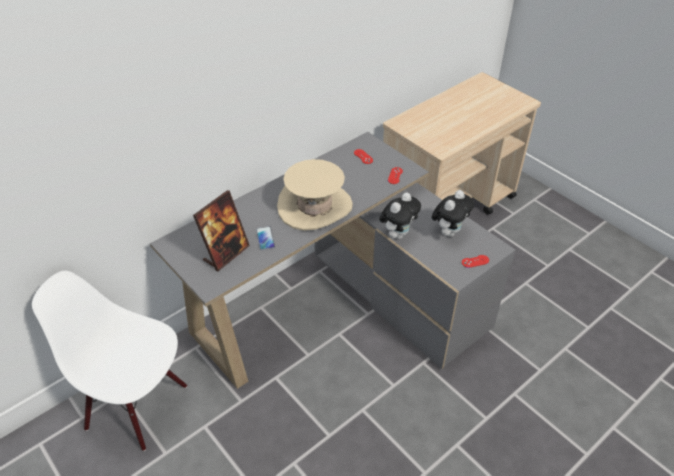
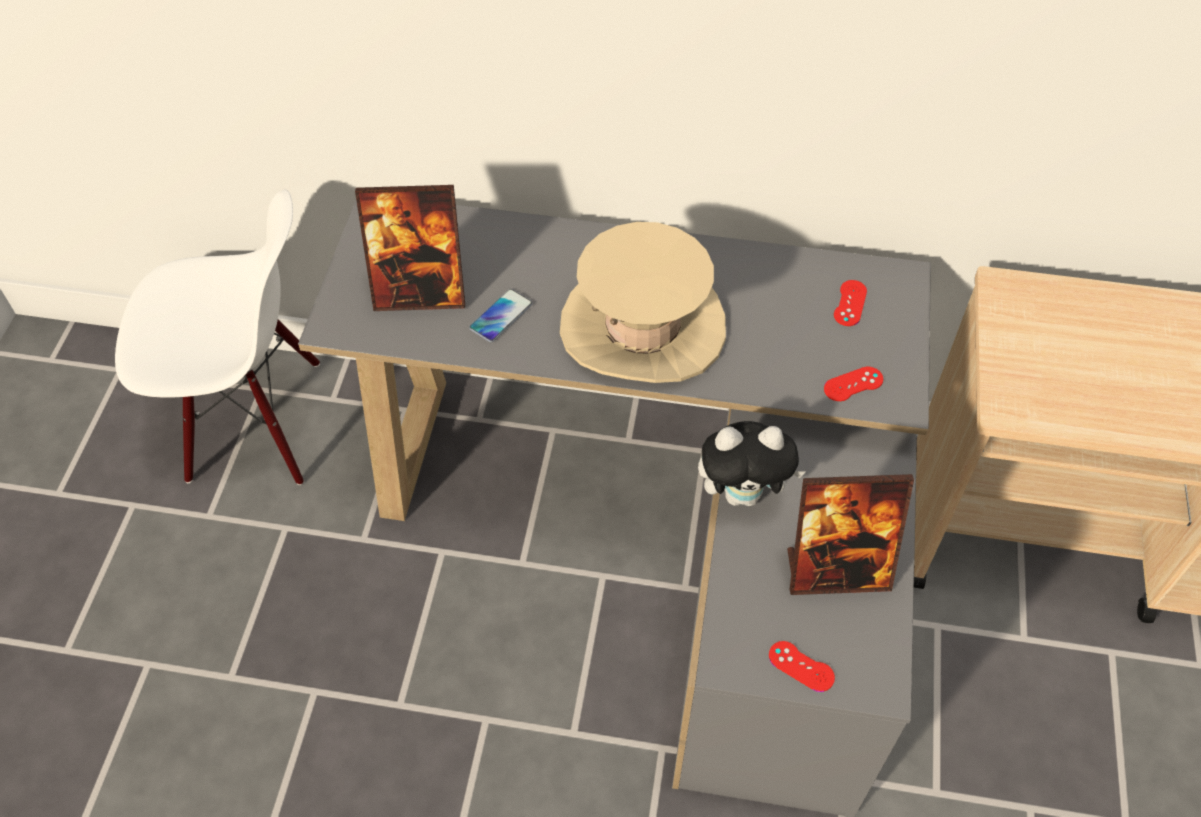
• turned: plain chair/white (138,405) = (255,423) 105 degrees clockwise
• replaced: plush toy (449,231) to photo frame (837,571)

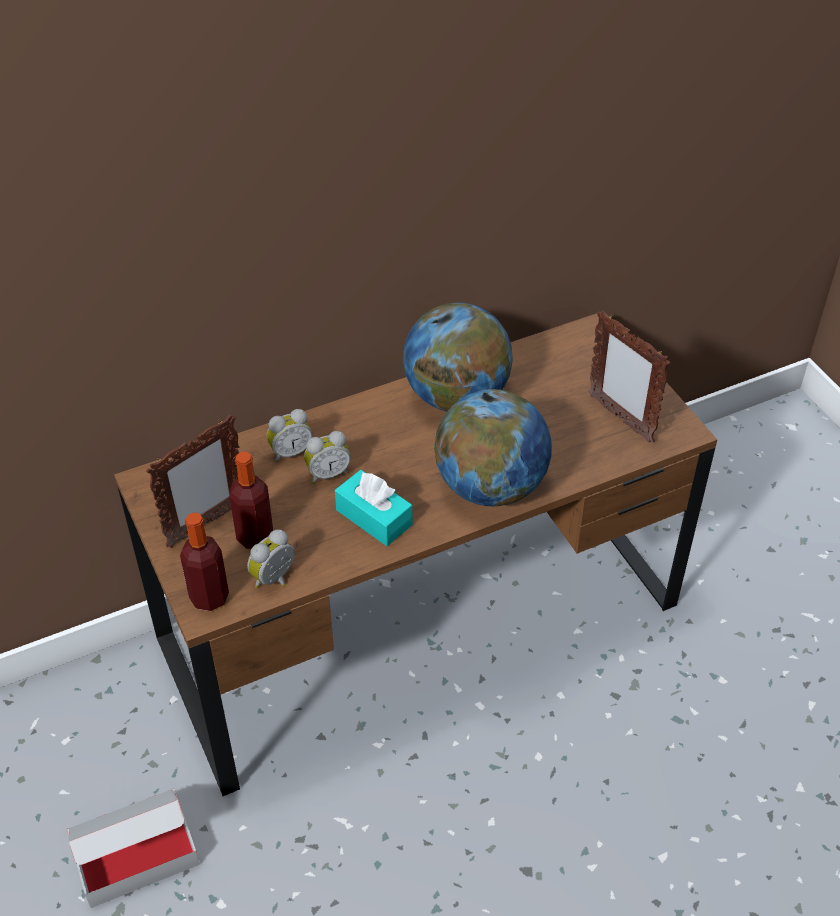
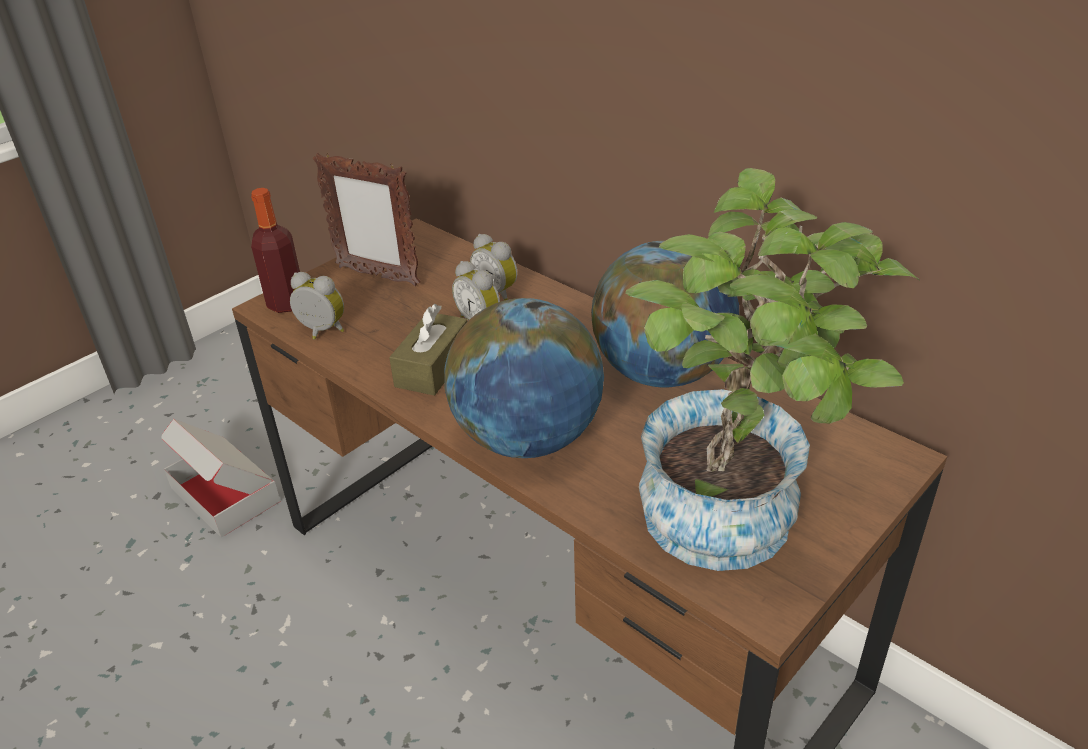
• recoloured: tissue box/turquoise-coloured (374,517) to tissue box/brownish (433,367)
• replaced: photo frame (620,418) to potted plant (737,527)
• removed: bottle (255,536)

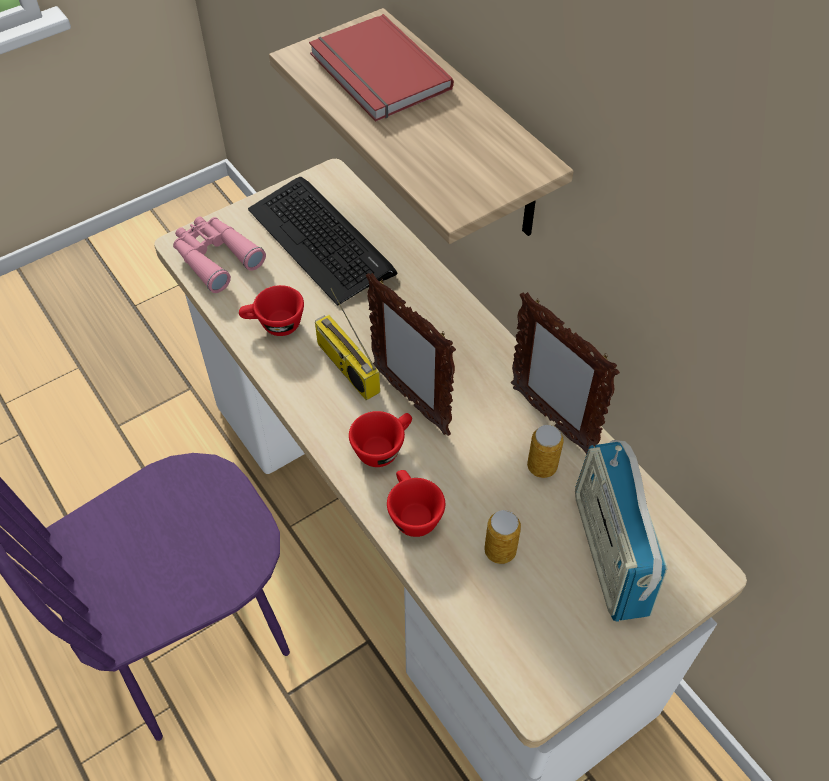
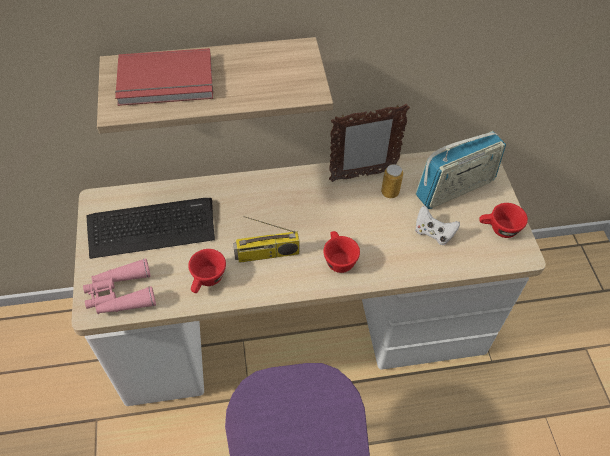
• replaced: sealed can (500,551) to gamepad/white (433,233)
• turned: radio receiver (609,553) = (455,189) 45 degrees counterclockwise
• moved: drinking cup/red (412,513) to (498,229)
• removed: photo frame (410,400)

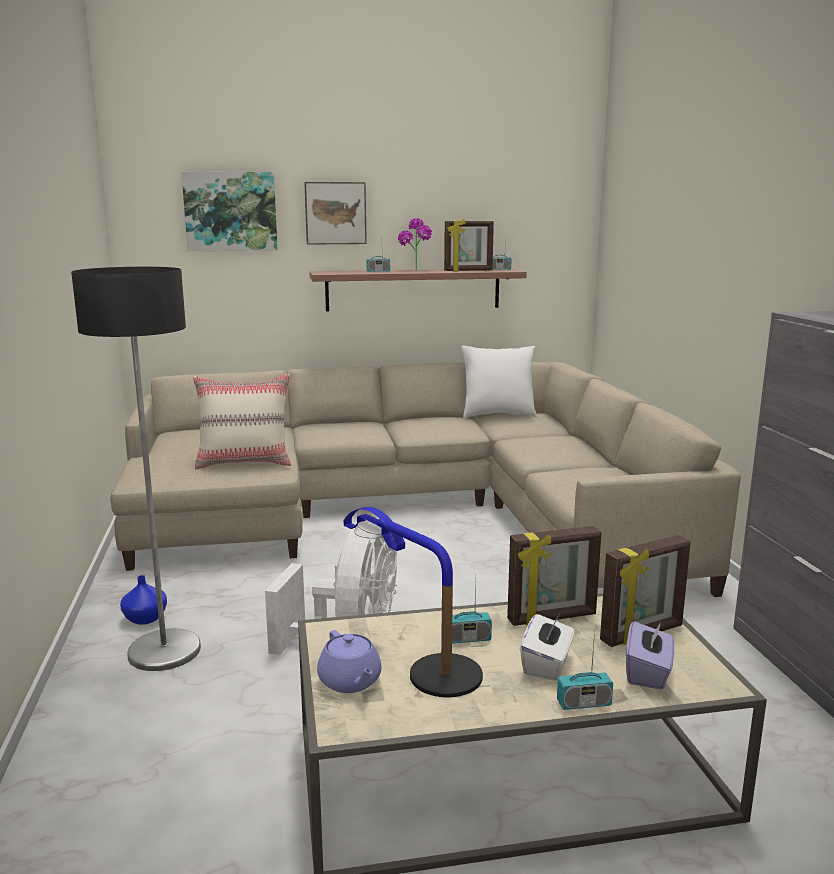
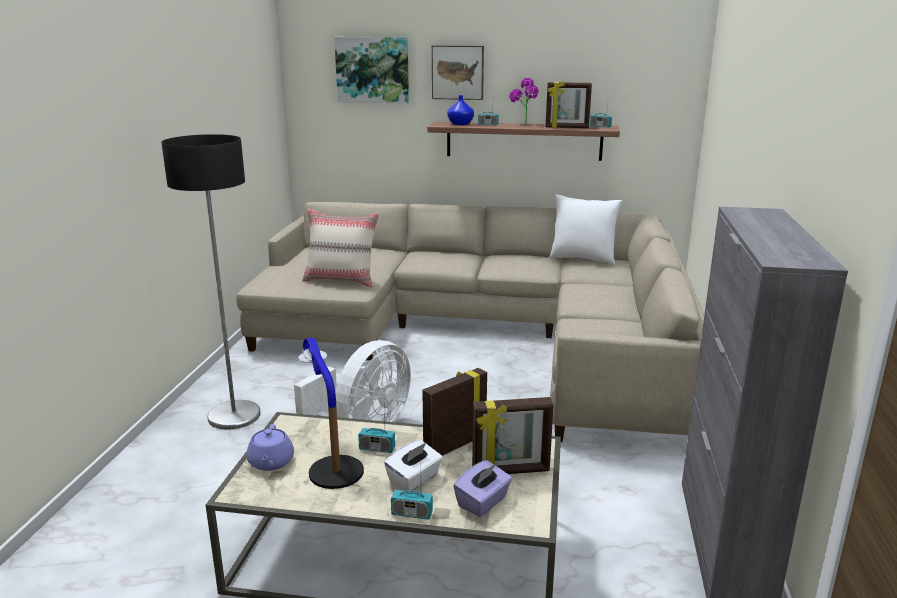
• turned: photo frame (552,618) = (454,445) 135 degrees clockwise
• moved: flower vase/bluish (145,618) to (460,124)

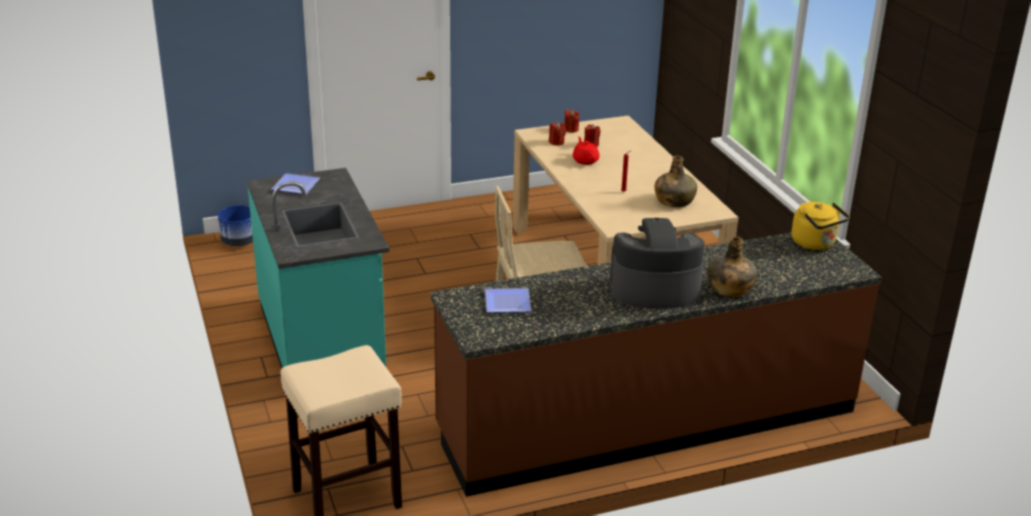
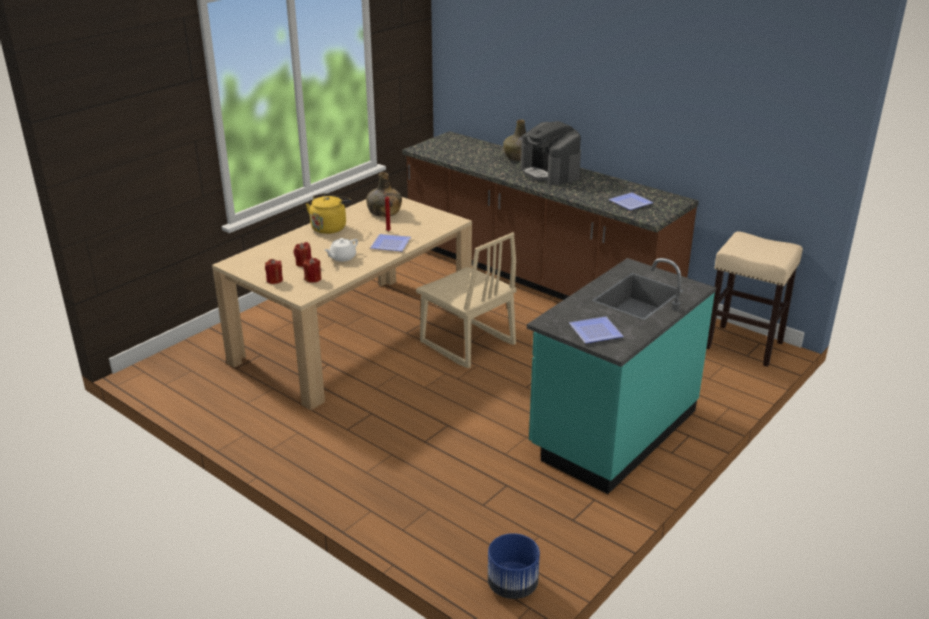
• moved: water kettle/yellow-coloured (815,244) to (330,227)
• recoloured: tea pot/red (585,160) to tea pot/white (342,258)
• added: plate (389,245)

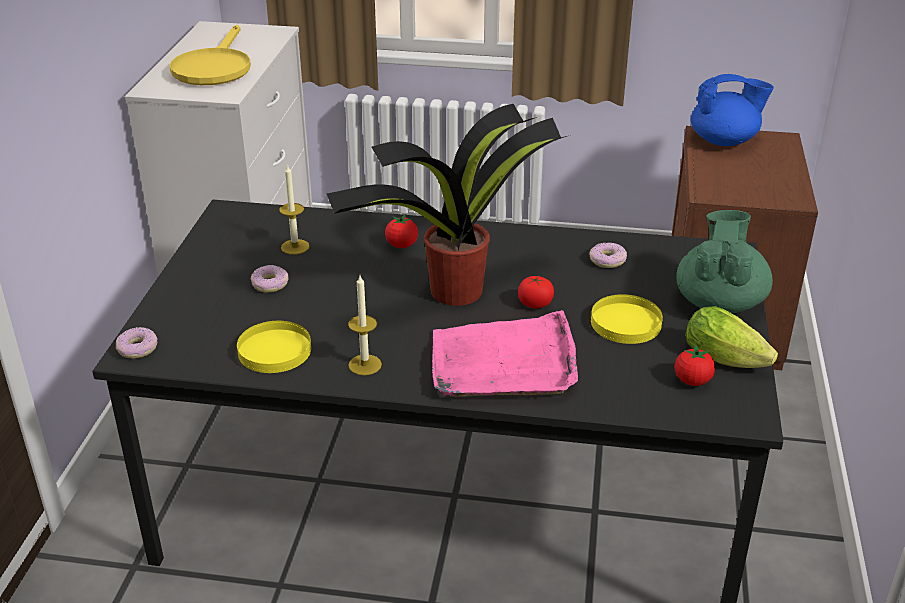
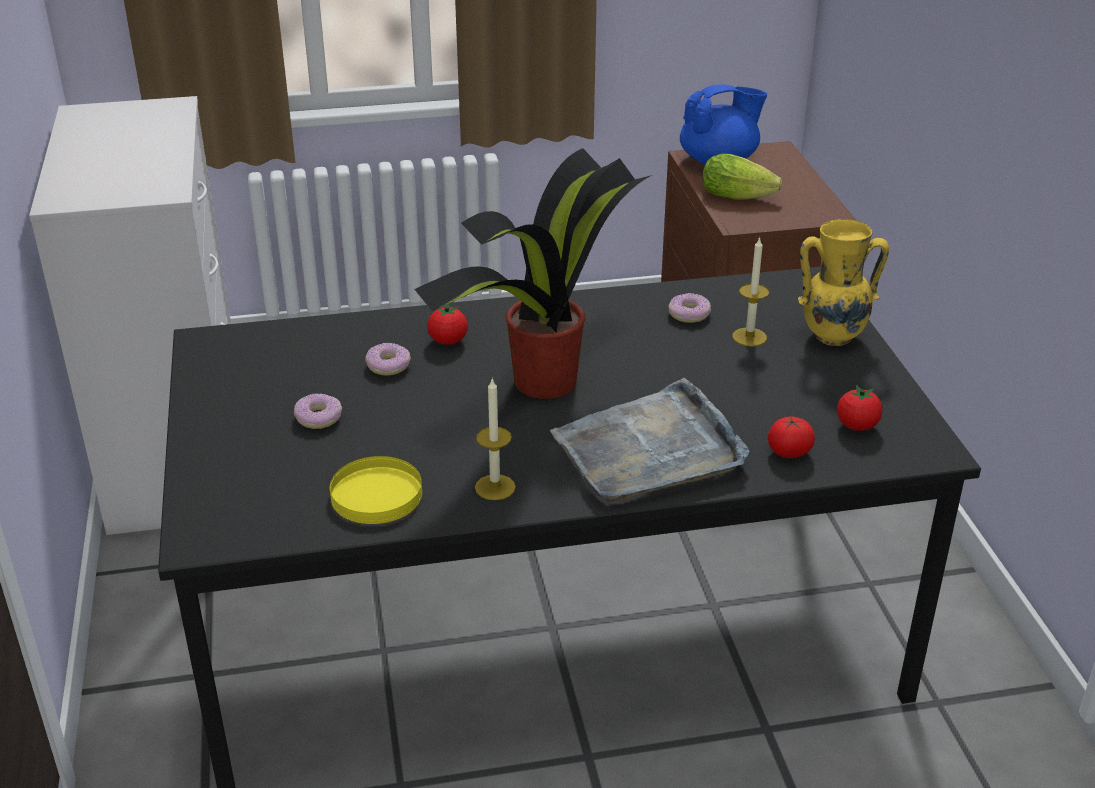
• moved: donut (138,348) to (388,365)
• recoloured: carrying tray/pink-coloured (504,362) to carrying tray/greyish (649,450)
• moved: lettuce head (729,359) to (740,196)
• moved: wax light (295,247) to (749,337)
• moved: whole tomato (535,304) to (789,452)
• replaced: tea pot/greenish (719,302) to flower vase/yellow-coloured (831,336)
• removed: skillet/yellow-coloured (214,67)
• removed: plate/yellow-coloured (626,322)

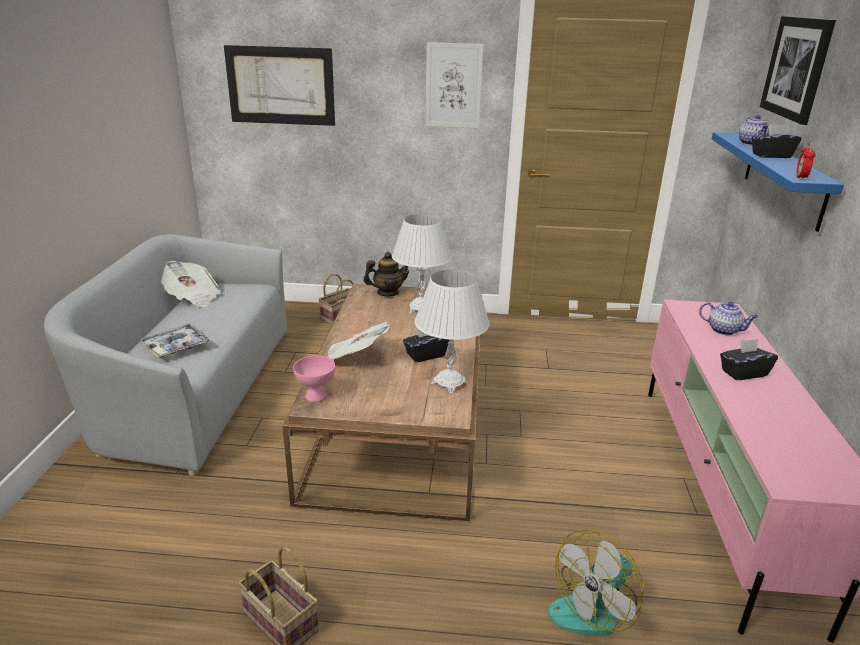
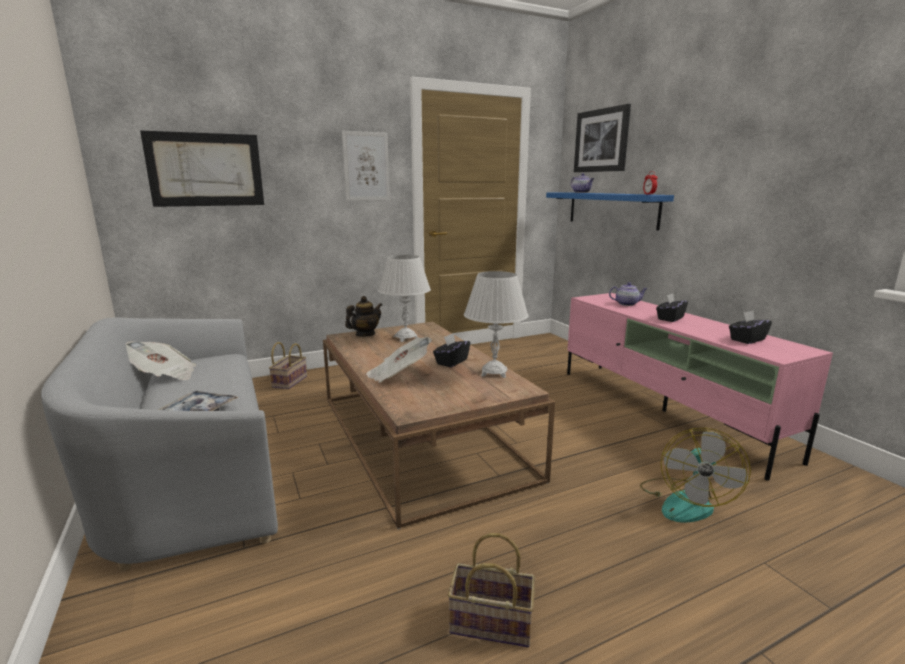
• moved: tissue box/blackish (771,156) to (747,339)
• removed: bowl/pink-coloured (315,396)

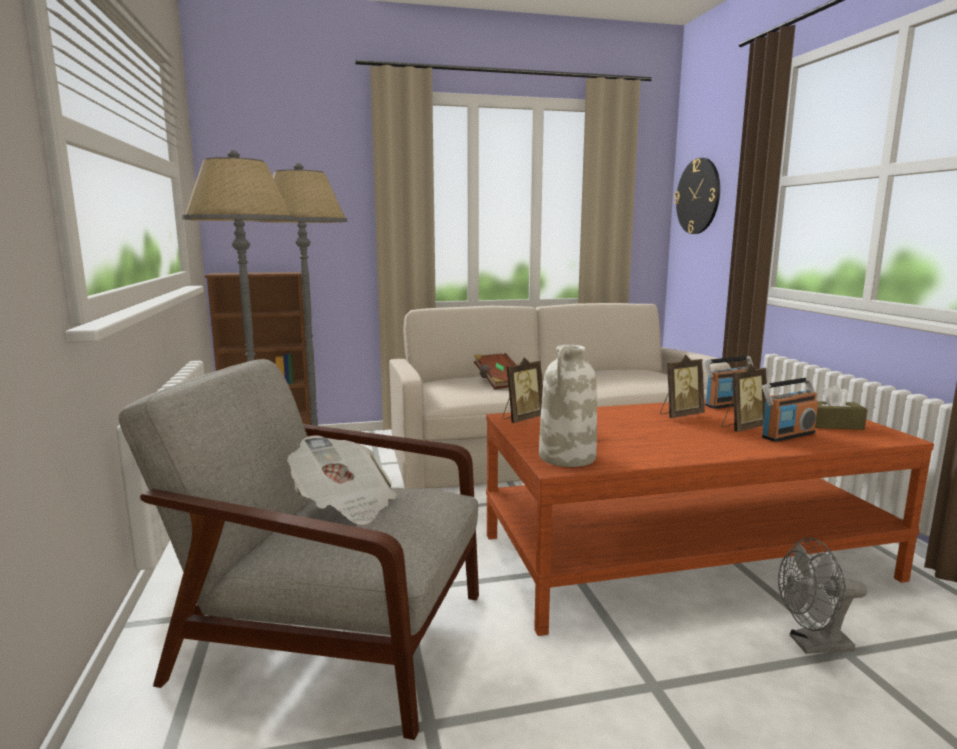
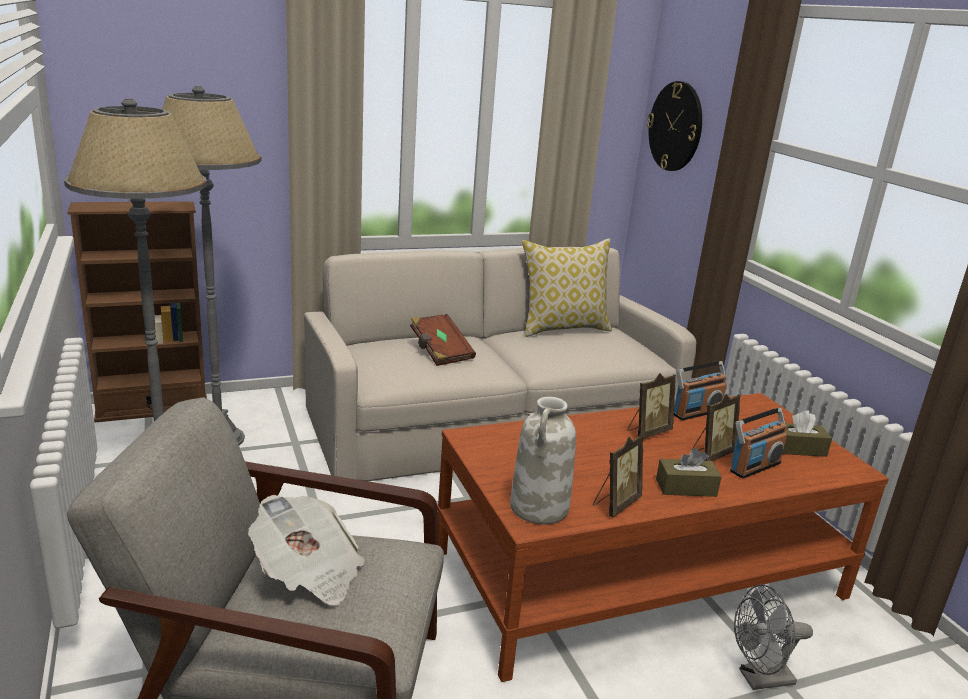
• added: cushion (563,328)
• moved: photo frame (522,419) to (615,504)
• added: tissue box/brownish (686,487)

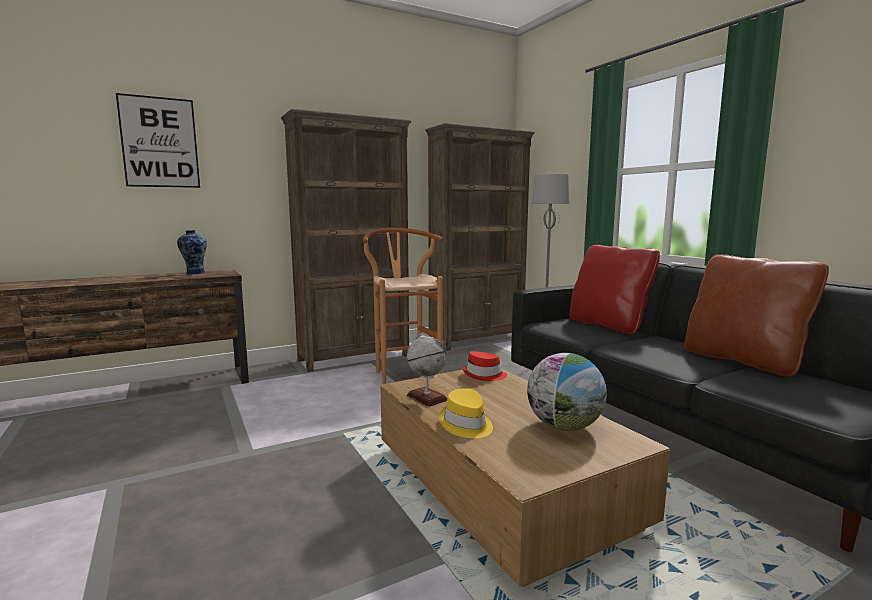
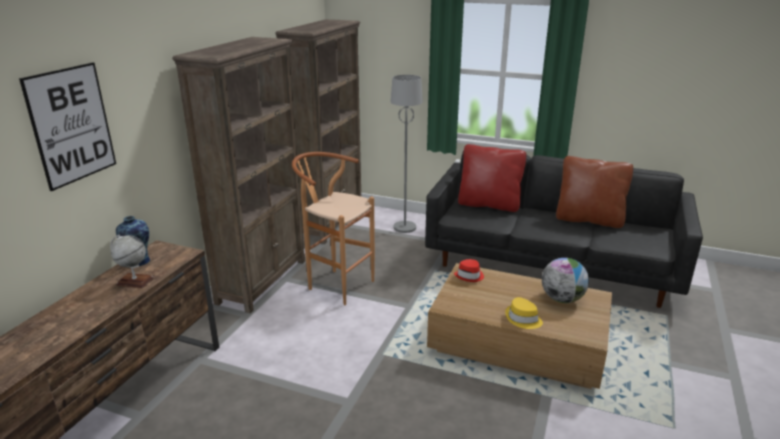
• moved: world globe (426,398) to (135,281)

